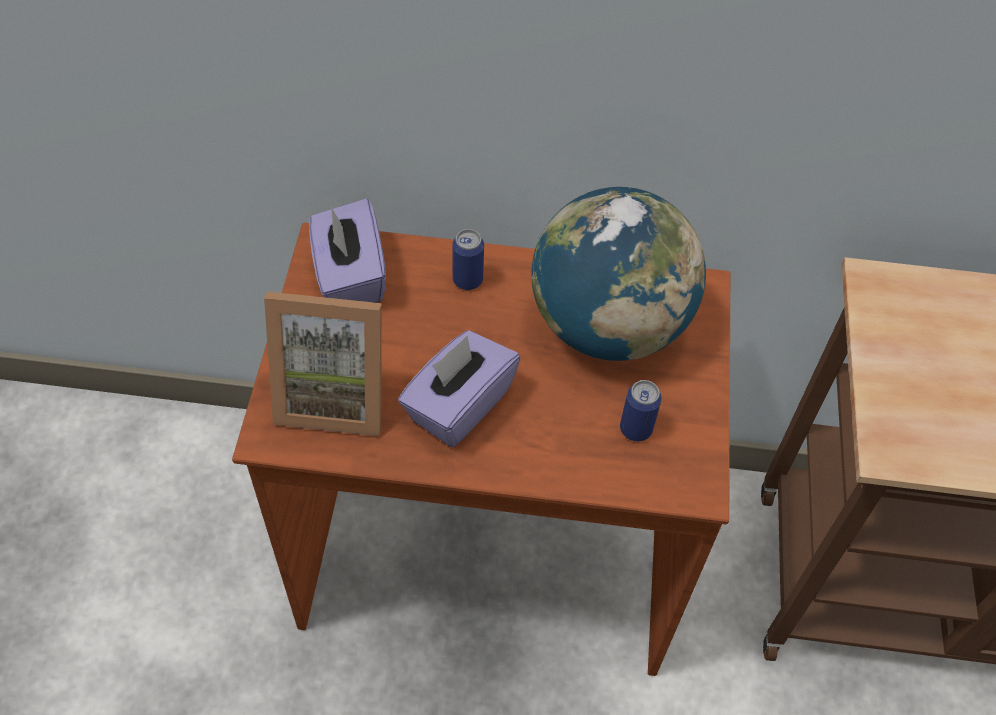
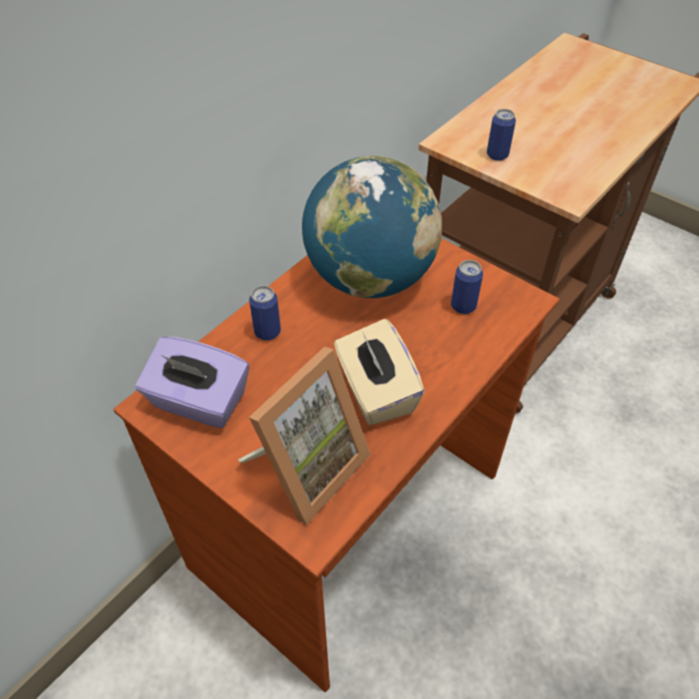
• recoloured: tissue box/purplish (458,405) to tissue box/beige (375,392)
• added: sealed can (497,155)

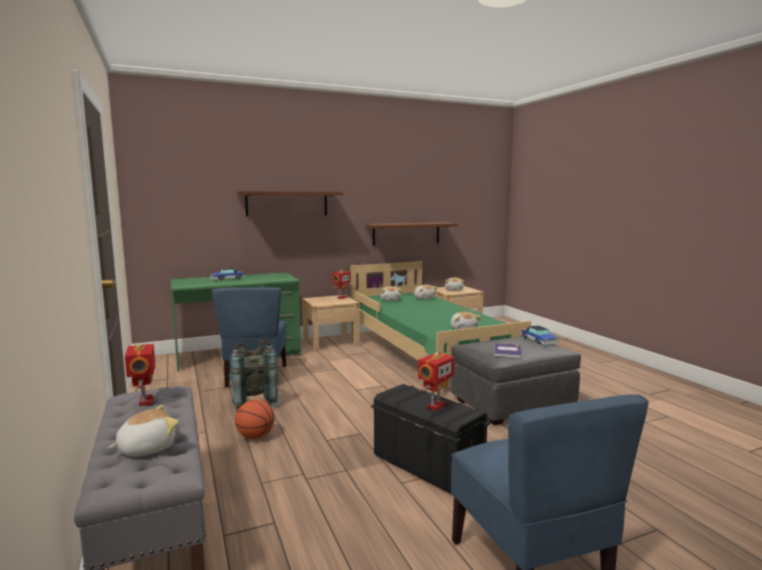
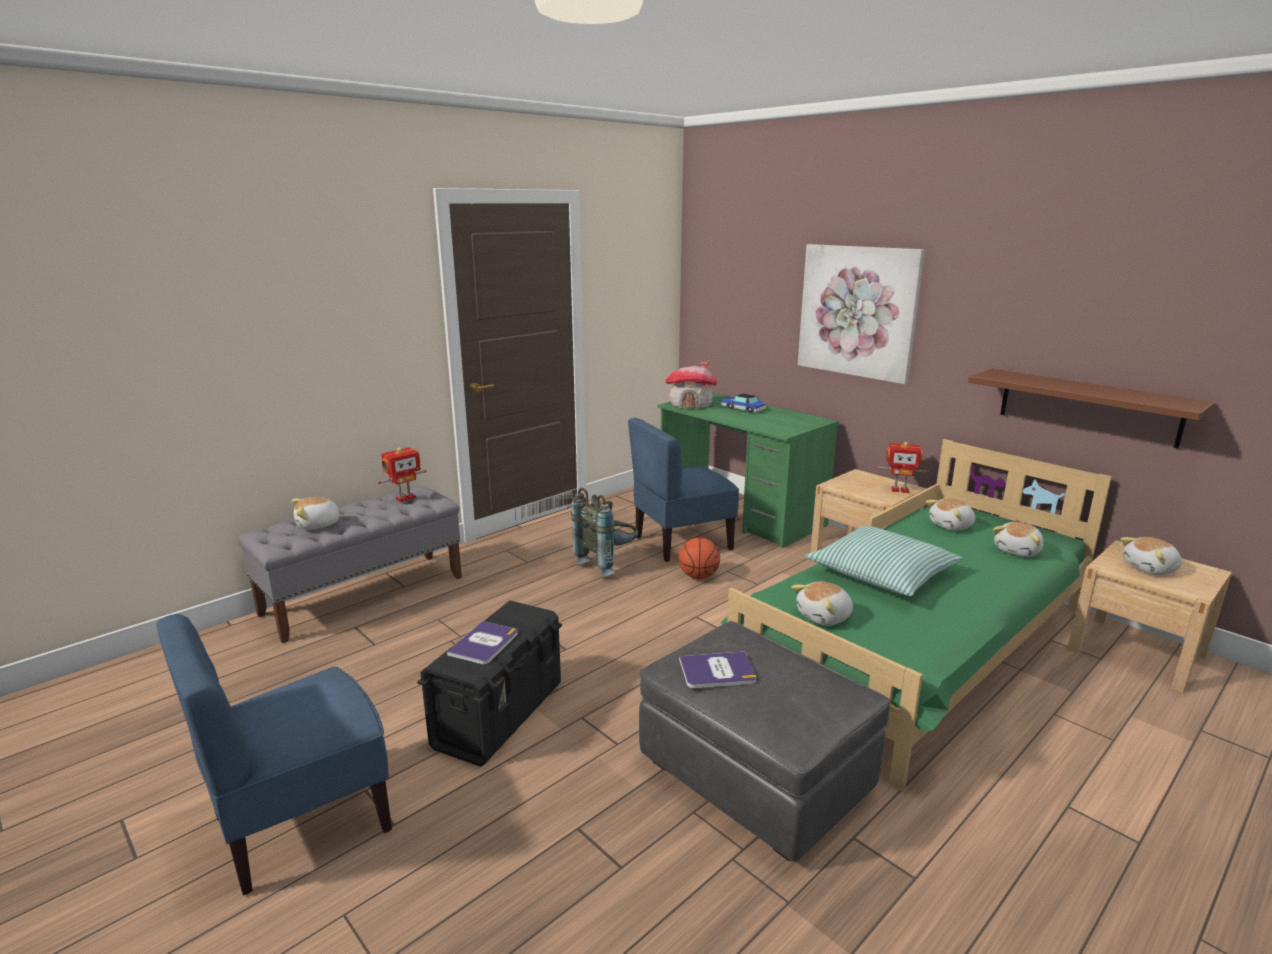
• turned: plush toy (147,448) = (318,525) 120 degrees clockwise
• replaced: toy robot (435,405) to bound book (484,644)
• added: toy house (691,404)
• moved: basketball (255,437) to (698,576)
• replaced: wall shelf/brownish (287,203) to wall art (857,311)
• added: cushion (881,573)
• removed: toy car (539,340)

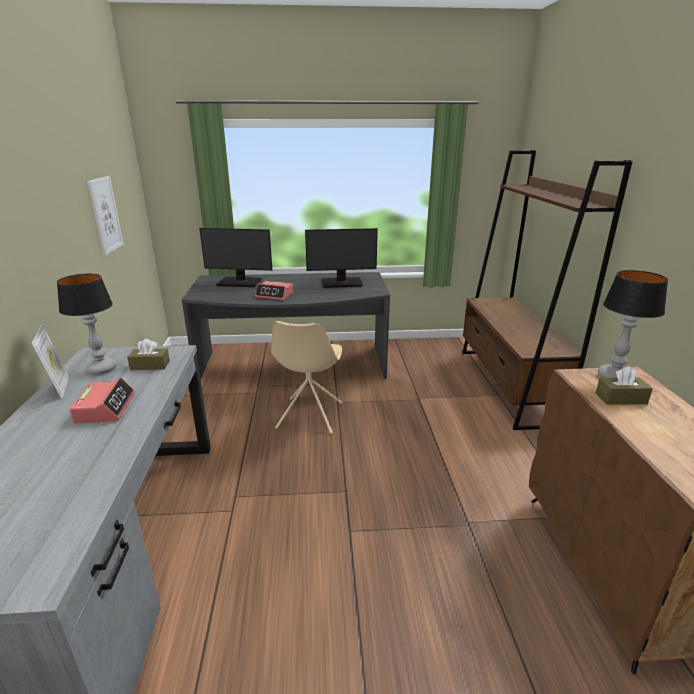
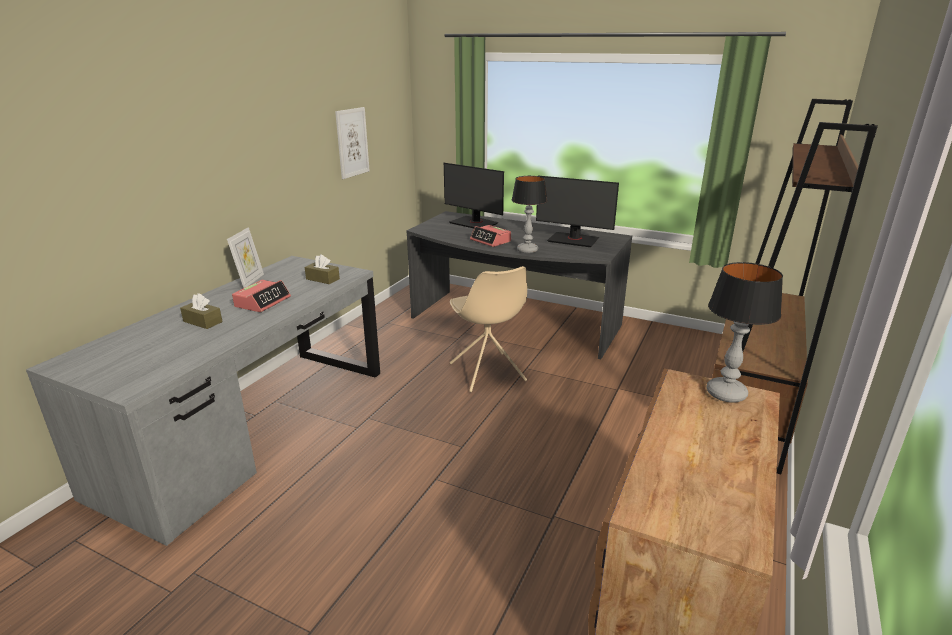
• moved: tissue box/brownish (621,398) to (202,321)
• turned: plain chair/beige (309,416) = (487,373) 60 degrees counterclockwise
• moved: tabletop lamp (101,369) to (527,250)

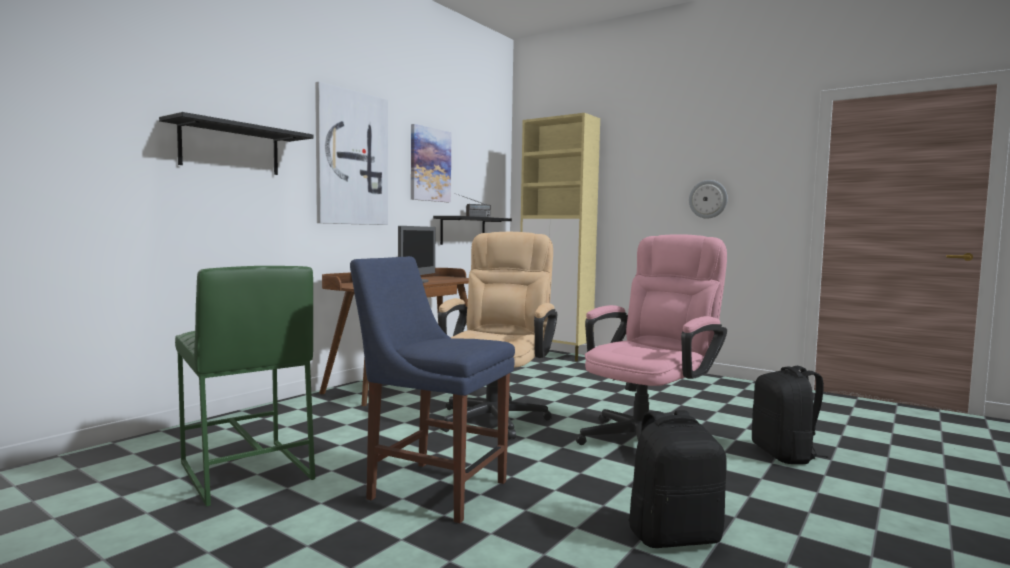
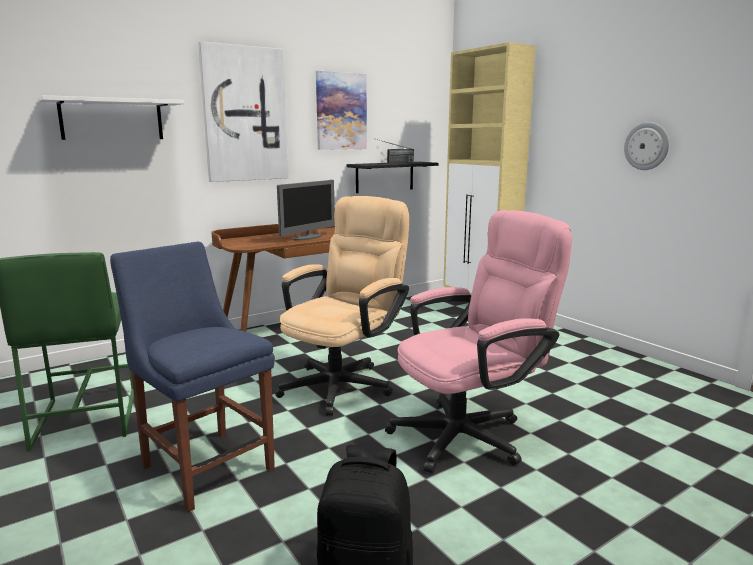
• recoloured: wall shelf/blackish (230,149) to wall shelf/white (112,119)
• removed: rucksack/blackish (785,455)

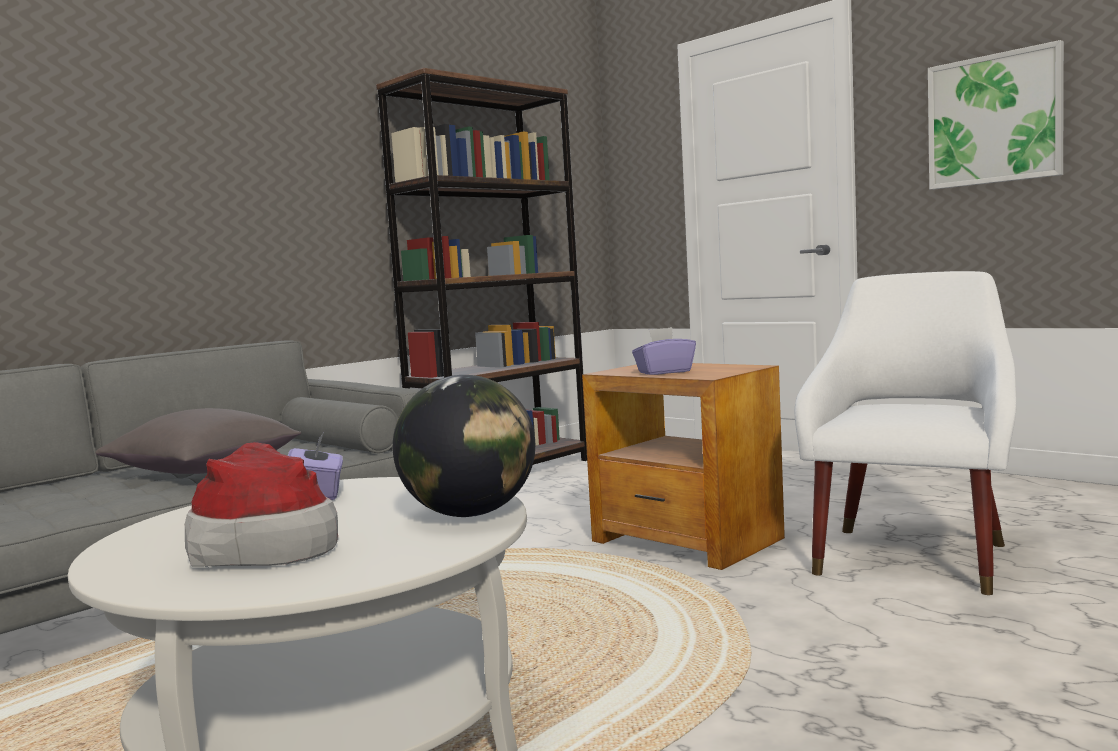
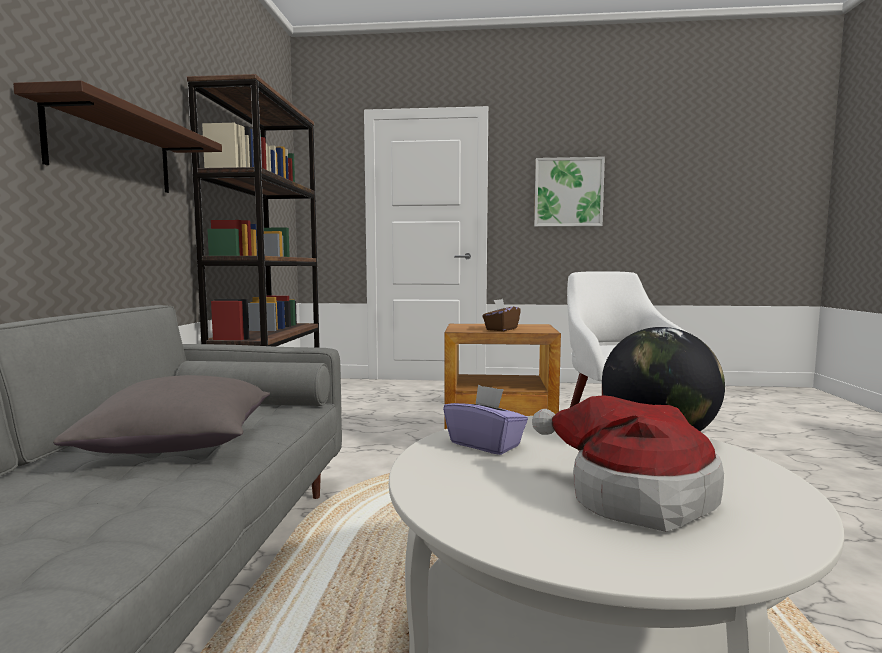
• added: wall shelf (112,150)
• recoloured: tissue box/purplish (664,372) to tissue box/brownish (501,329)

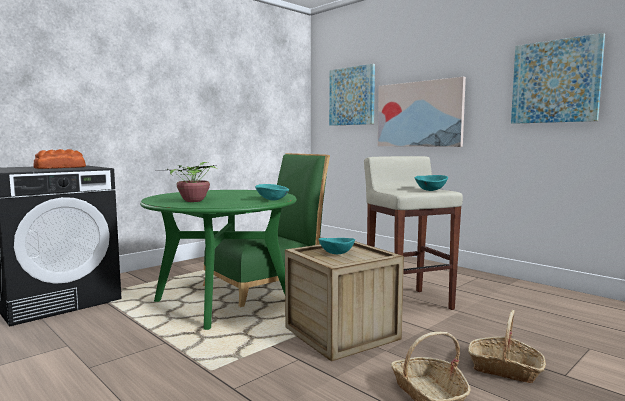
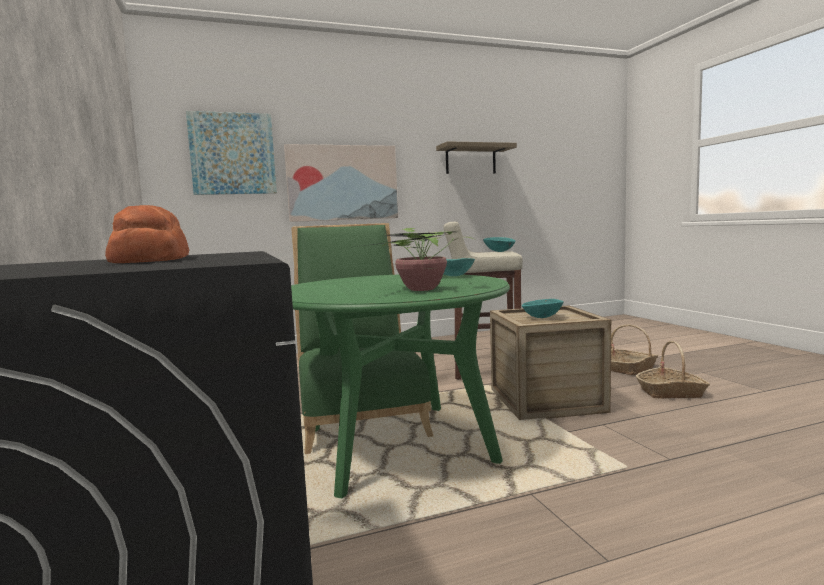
• replaced: wall art (555,82) to wall shelf (470,160)

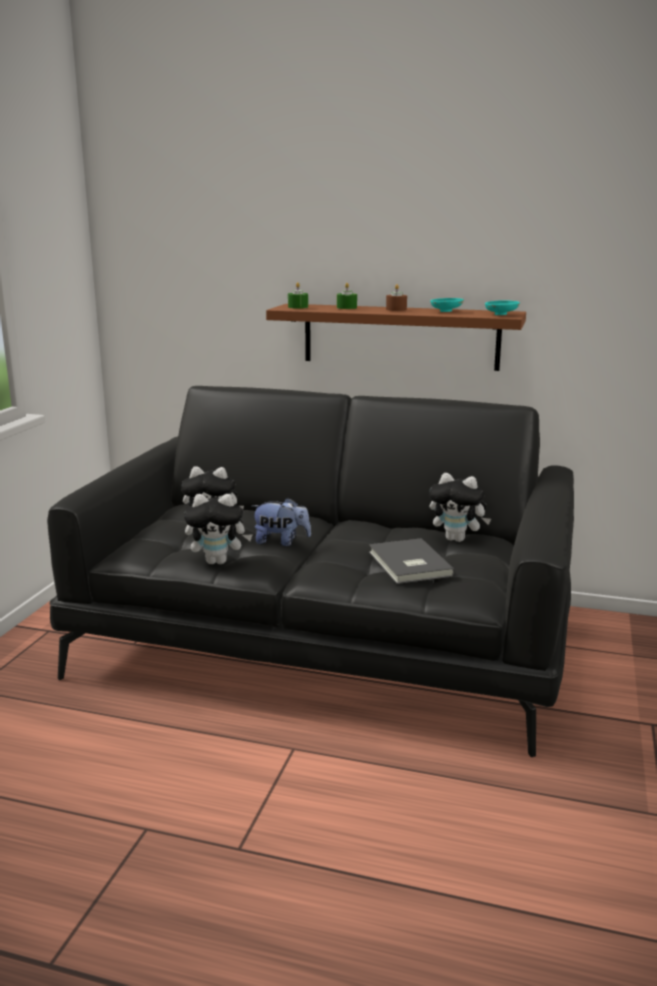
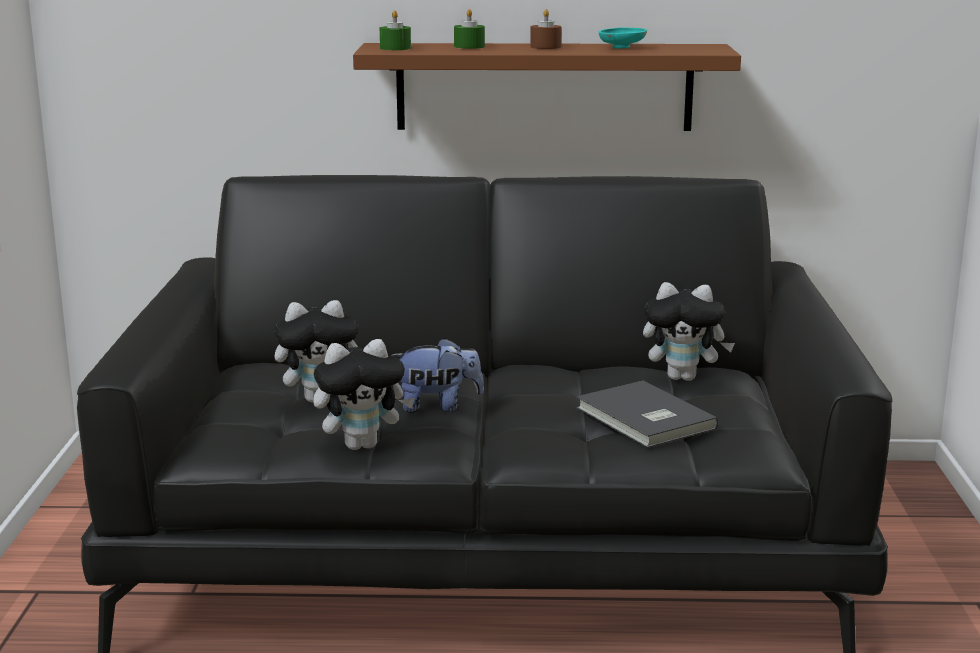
• removed: bowl/turquoise-coloured (501,315)

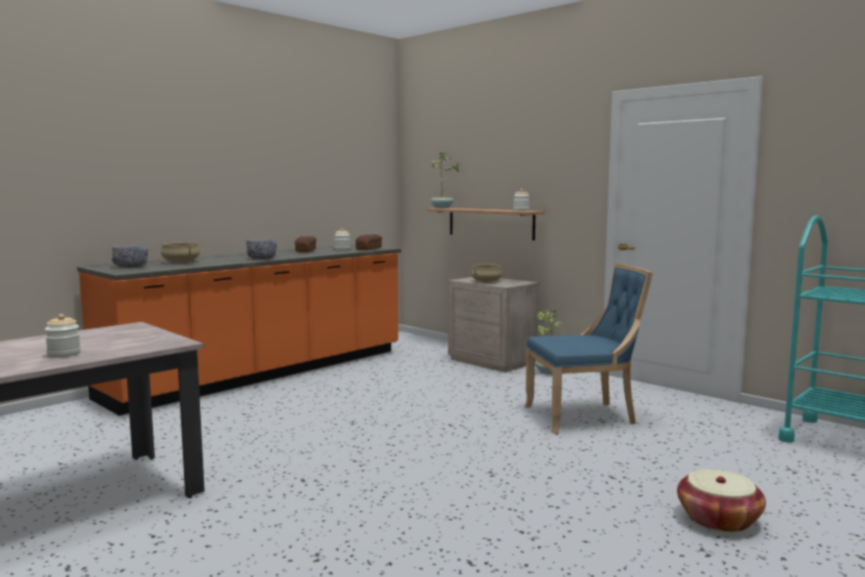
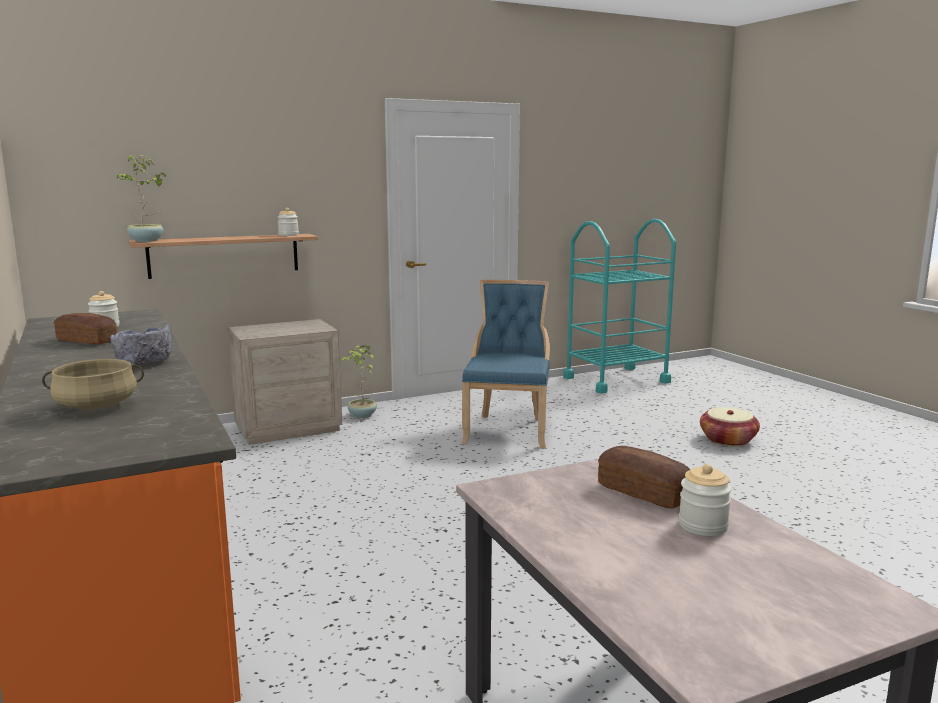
• moved: baked bread (369,249) to (643,493)
• removed: bowl/greyish (131,266)
• removed: cooking pot/beige (486,281)

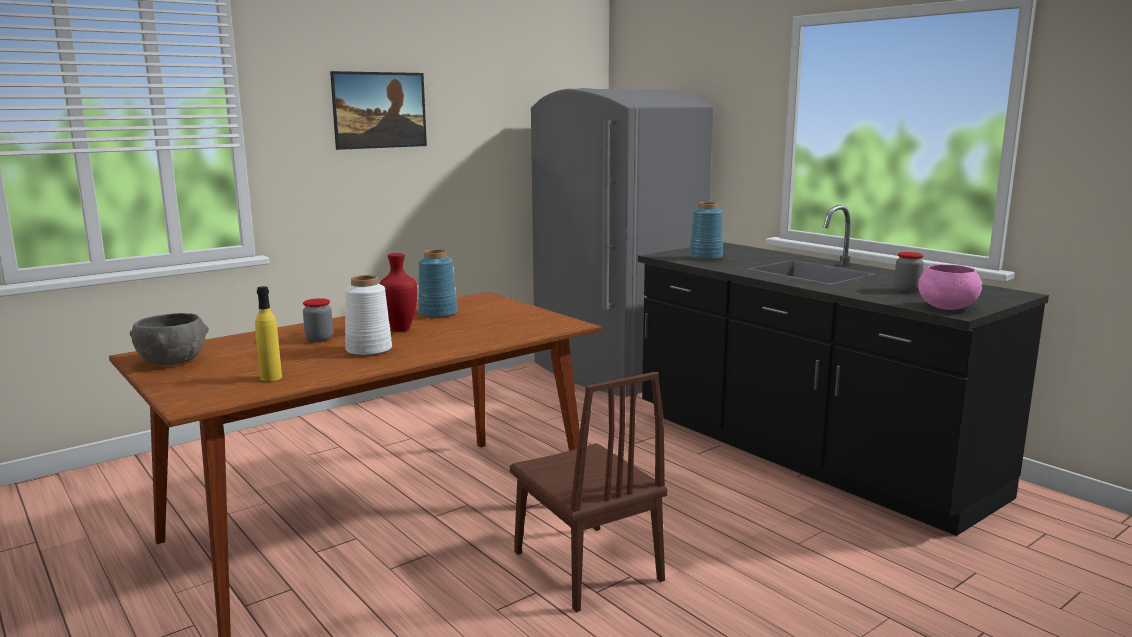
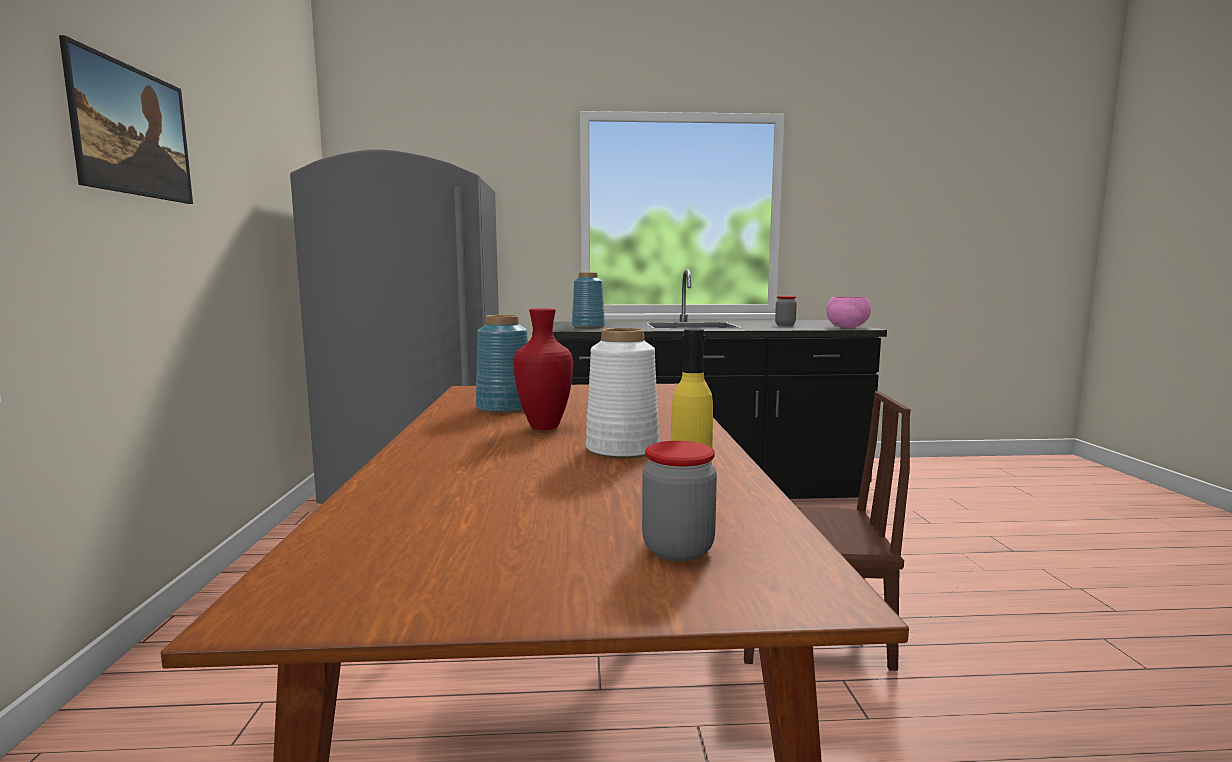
• moved: preserve jar (319,339) to (678,549)
• removed: bowl/greyish (172,361)

